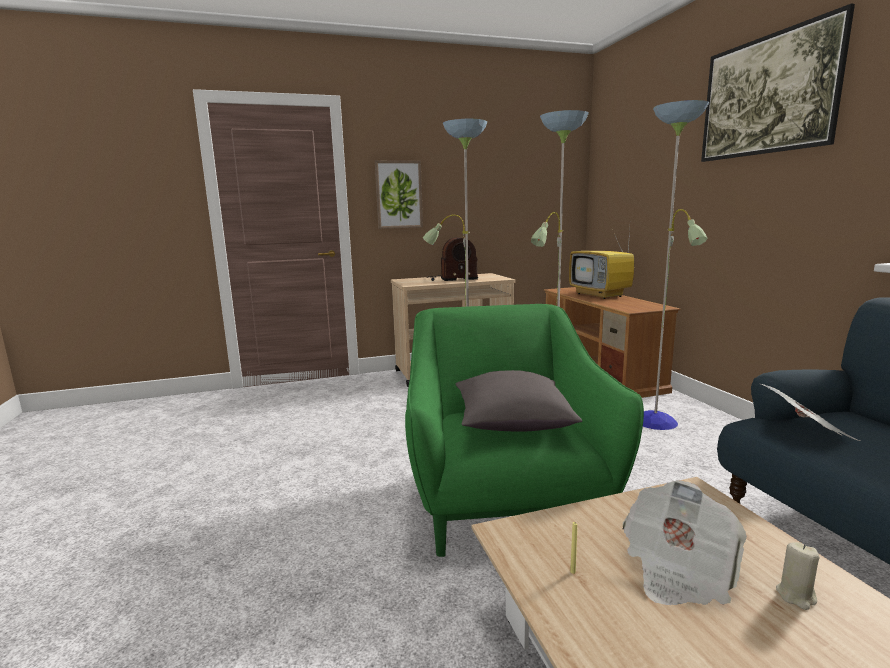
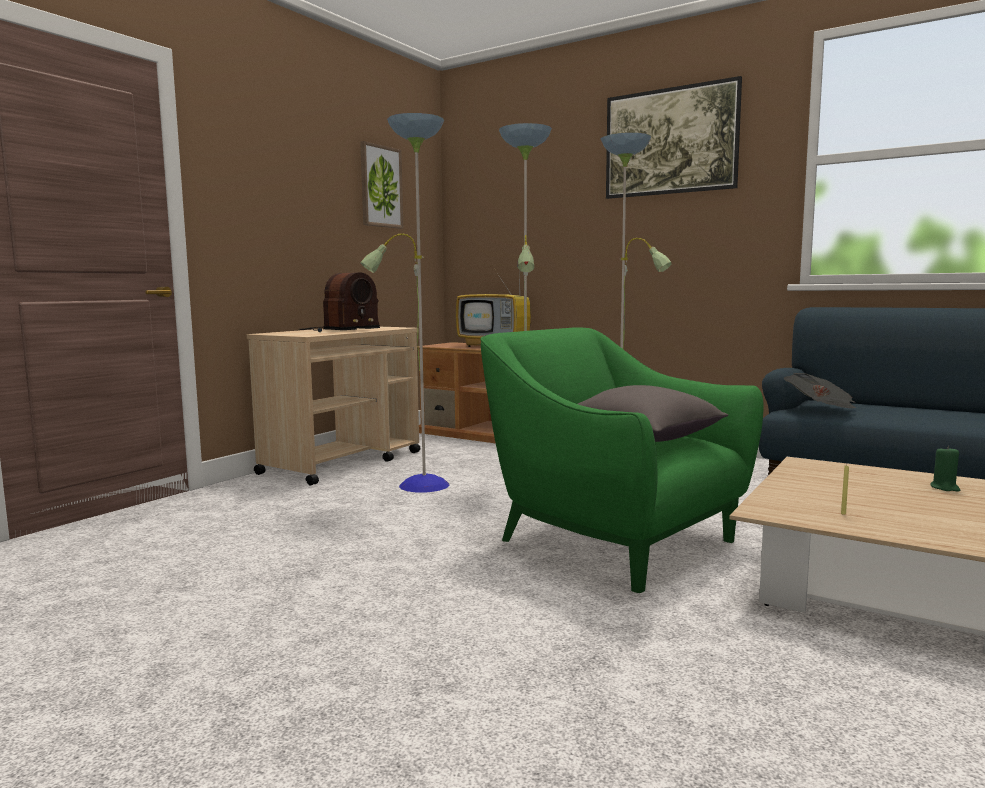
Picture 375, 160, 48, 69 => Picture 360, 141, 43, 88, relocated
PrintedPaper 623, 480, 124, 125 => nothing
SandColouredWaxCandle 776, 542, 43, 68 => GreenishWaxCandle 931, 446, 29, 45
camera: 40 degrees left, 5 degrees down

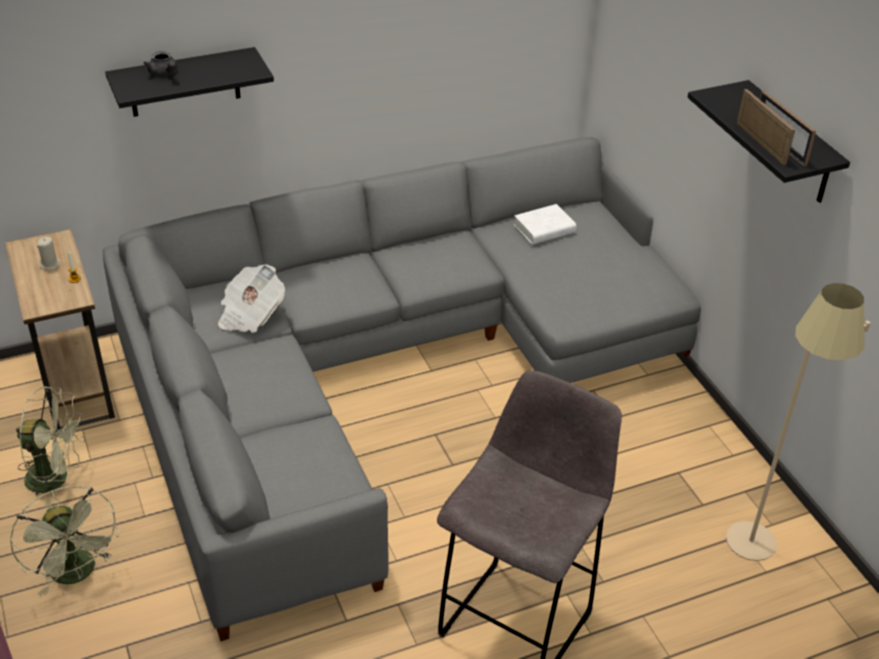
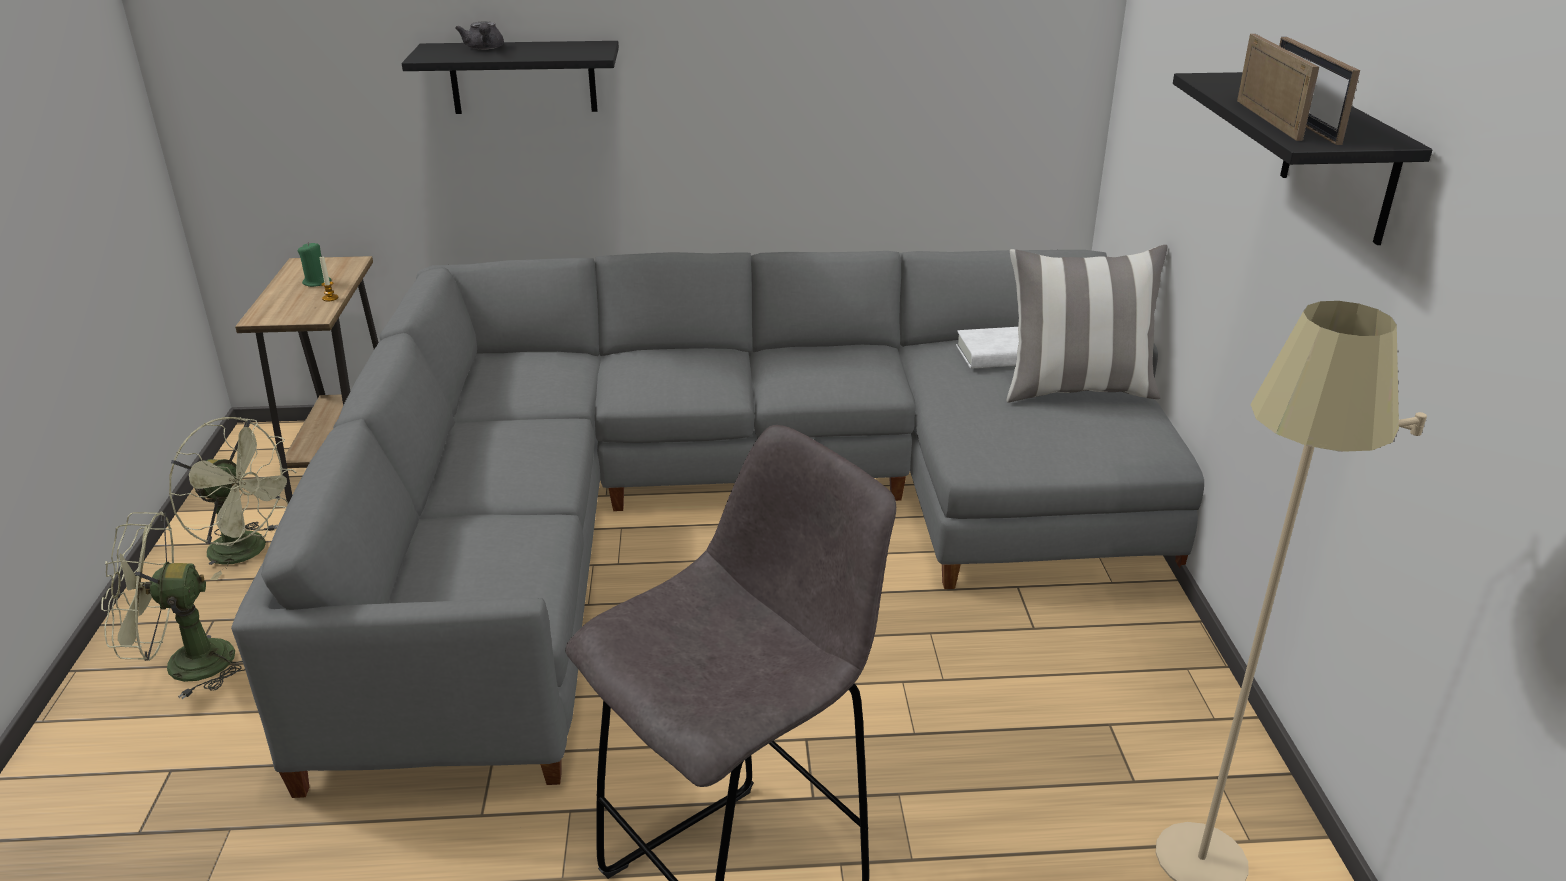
SandColouredWaxCandle 37, 237, 24, 33 => GreenishWaxCandle 298, 242, 33, 45
PrintedPaper 218, 264, 67, 69 => nothing
GreenishElectricFan 10, 486, 110, 110 => GreenishElectricFan 101, 512, 144, 187, 90 degrees clockwise
nothing => ThrowPillow 1007, 245, 160, 158
camera: 20 degrees right, 10 degrees down

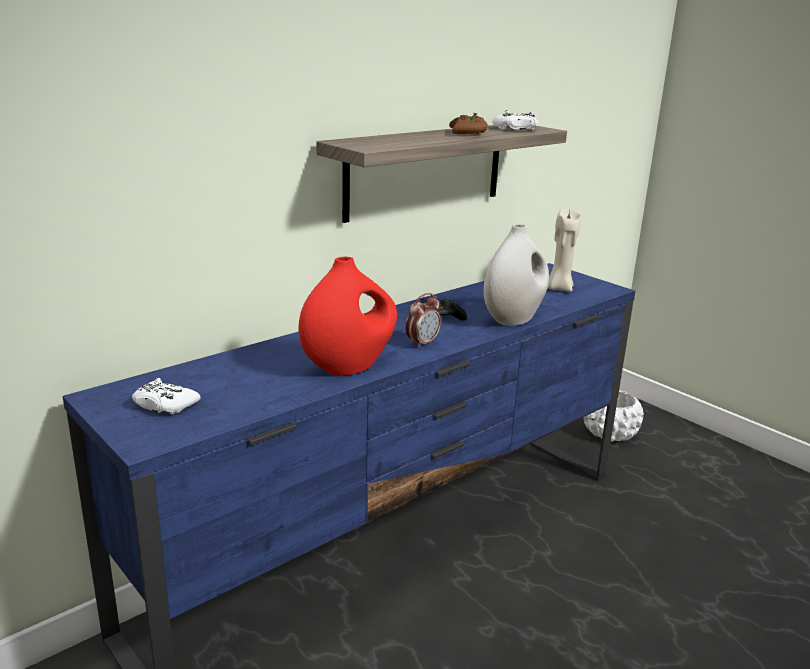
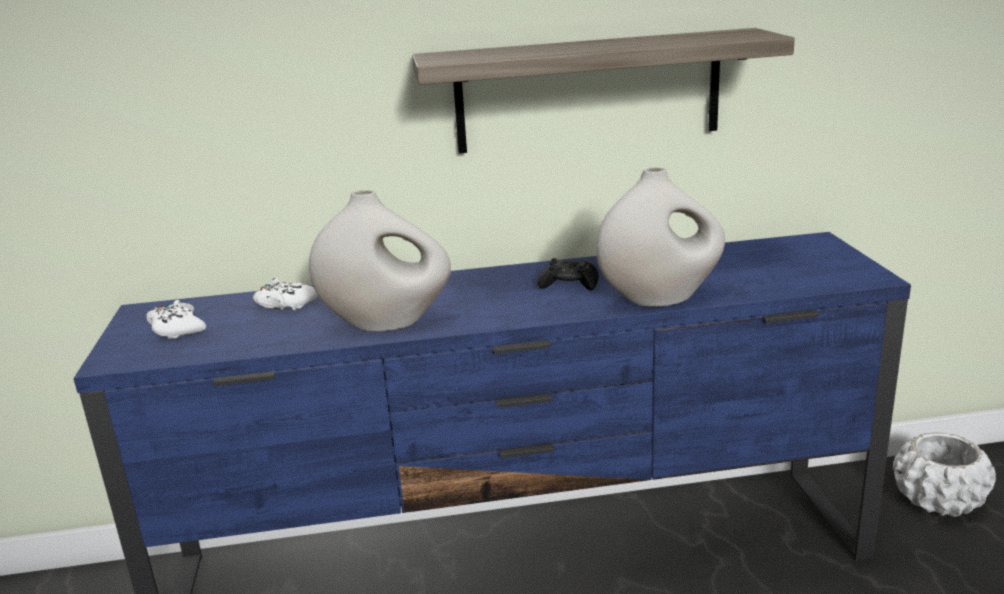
WhitishJoypad 492, 110, 46, 20 => WhitishJoypad 253, 278, 65, 32, relocated
BrownJoypad 449, 113, 39, 23 => nothing
SandColouredWaxCandle 548, 209, 33, 83 => nothing
RedVase 299, 257, 98, 119 => WhitishVase 309, 190, 142, 141
AlarmClock 405, 293, 36, 55 => nothing
camera: 35 degrees right, 0 degrees up

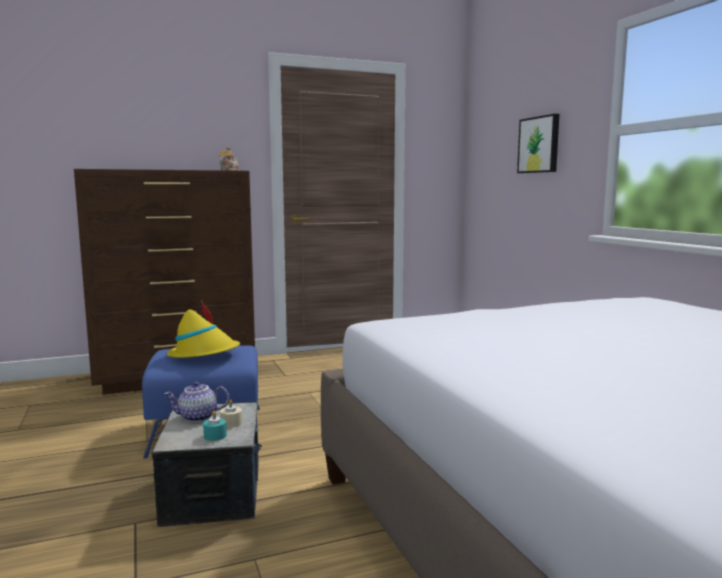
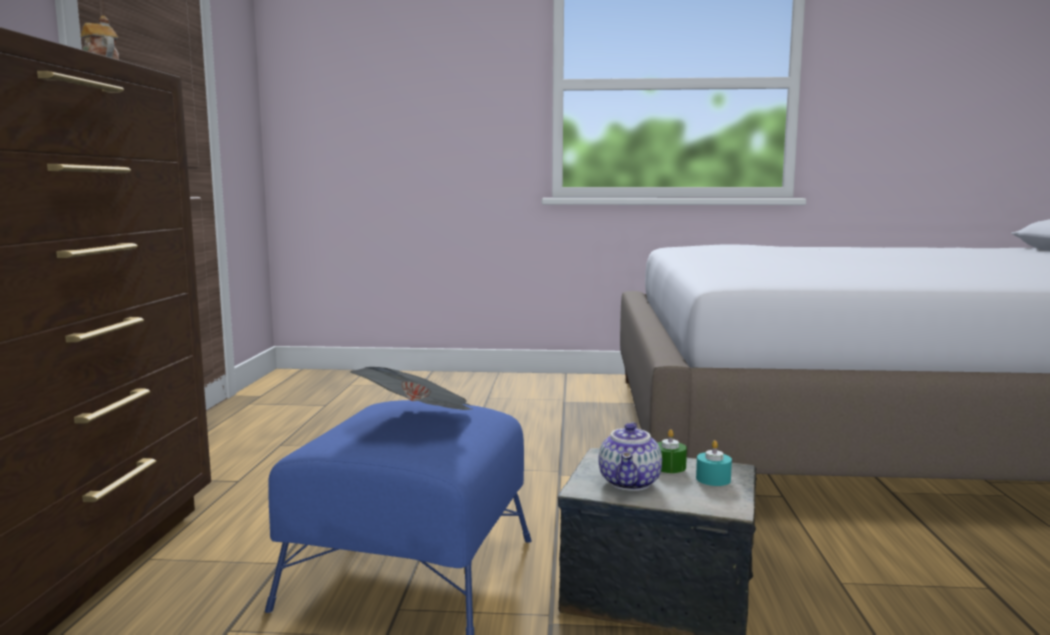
Picture 517, 114, 42, 59 => nothing
YellowishClothingHat 167, 301, 73, 57 => PrintedPaper 350, 367, 122, 43
SandColouredWaxCandle 220, 399, 22, 29 => GreenishWaxCandle 657, 429, 30, 44
camera: 65 degrees left, 0 degrees up

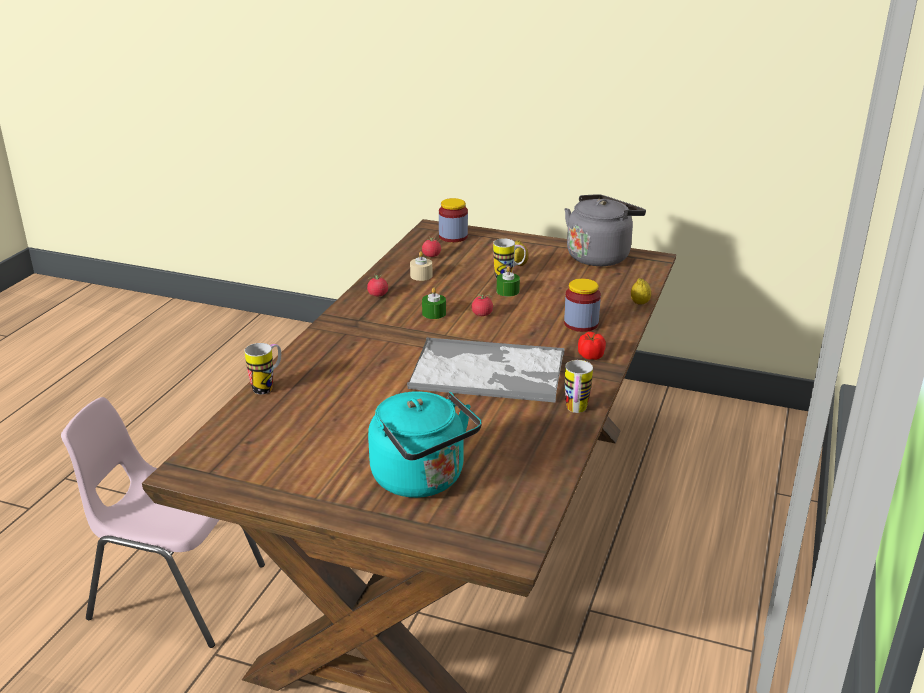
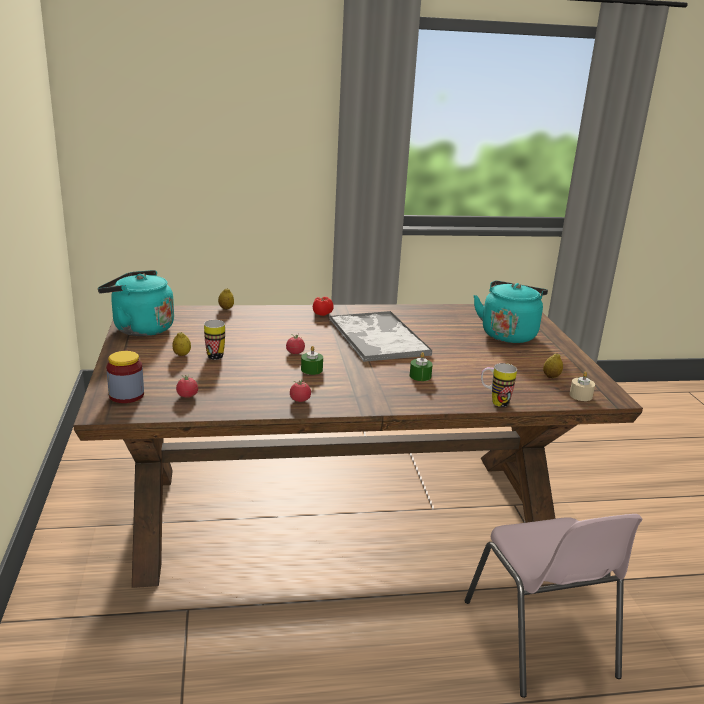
GreyishWaterKettle 564, 194, 82, 72 => TurquoiseWaterKettle 98, 270, 76, 66
SandColouredWaxCandle 410, 251, 23, 30 => SandColouredWaxCandle 570, 371, 25, 30, relocated
GreenishWaxCandle 497, 266, 23, 31 => GreenishWaxCandle 410, 352, 23, 29, relocated
Jar 564, 279, 37, 53 => nothing
Mug 565, 360, 28, 53 => nothing
nothing => WholeLemon 543, 354, 20, 24
camera: 120 degrees left, 5 degrees down

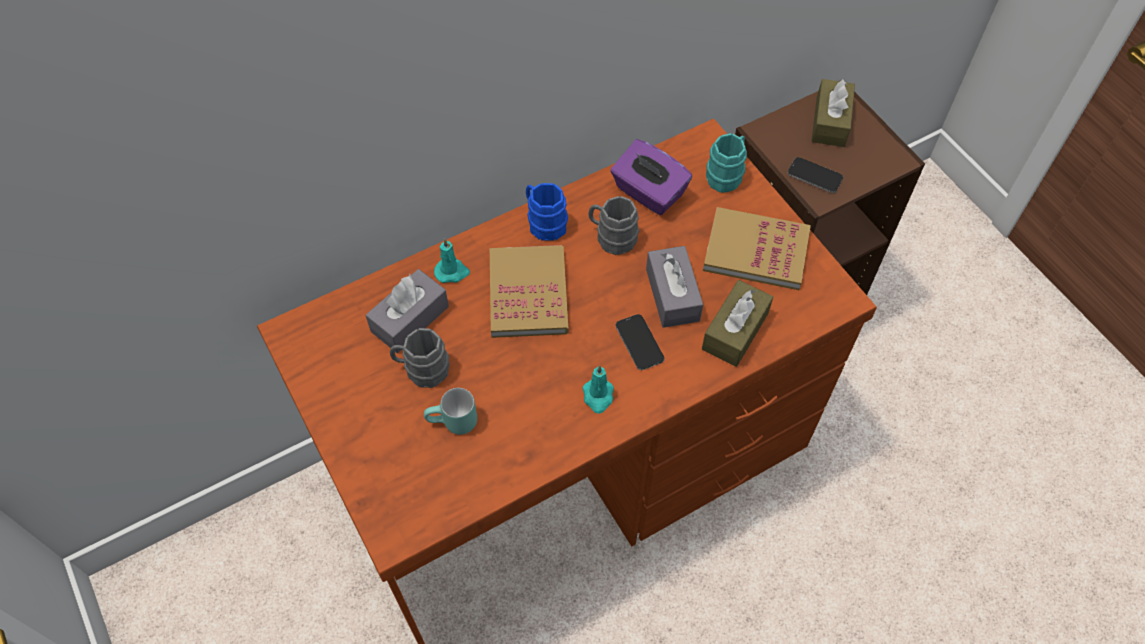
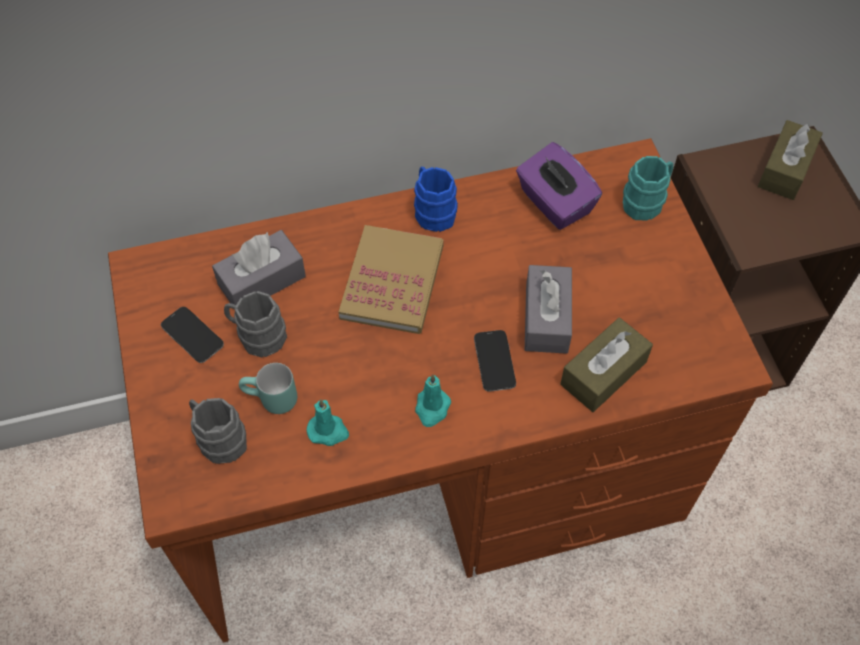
Handset 787, 157, 56, 36 => Handset 161, 307, 63, 56, relocated
GreyishMug 588, 196, 51, 59 => GreyishMug 189, 398, 58, 66, relocated
Volume 703, 207, 108, 83 => nothing
TurquoiseWaxCandle 434, 239, 36, 44 => TurquoiseWaxCandle 307, 399, 42, 47, relocated
camera: 15 degrees right, 0 degrees up

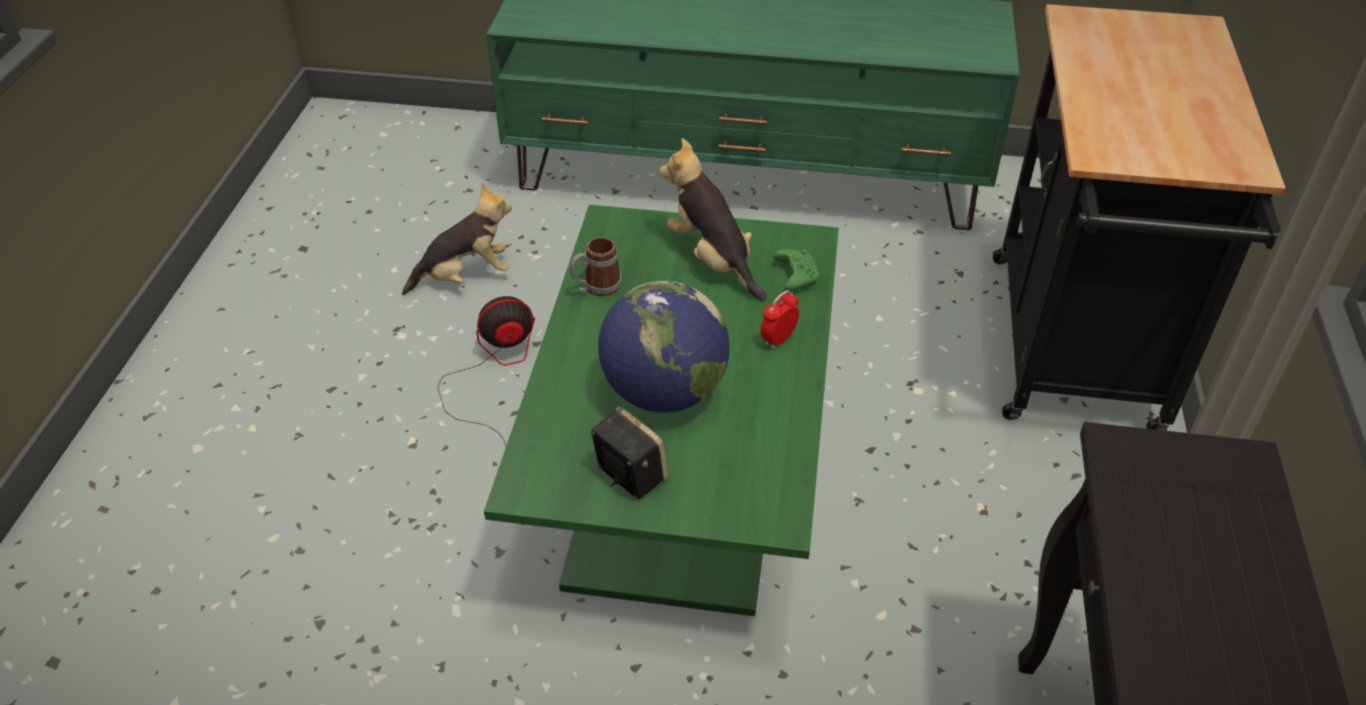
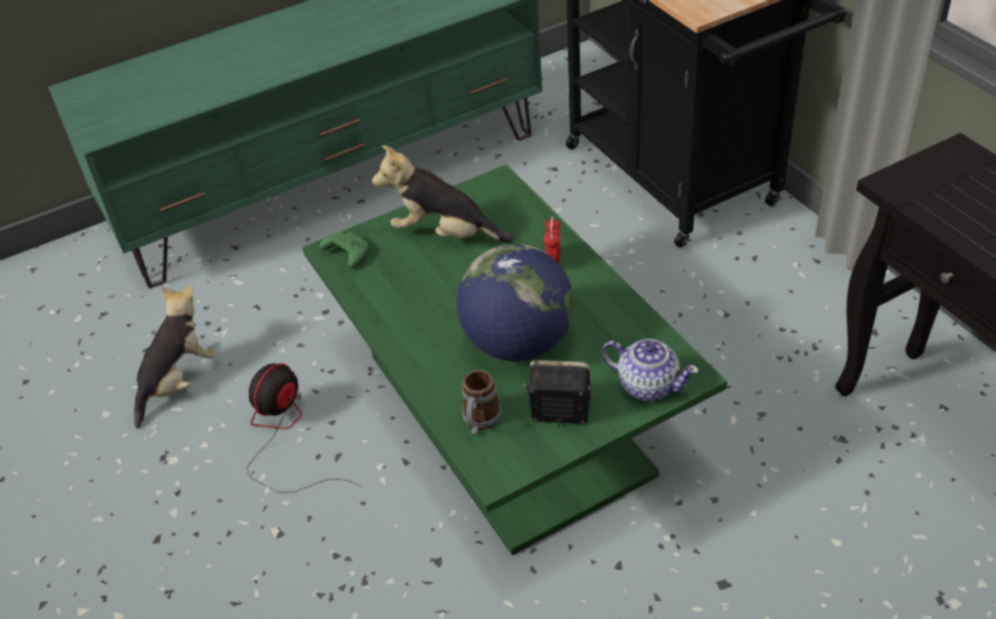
Mug 570, 237, 52, 59 => Mug 462, 370, 39, 65, relocated
GreenishJoypad 773, 249, 46, 43 => GreenishJoypad 320, 229, 48, 39, relocated
nothing => PotForTea 602, 339, 97, 62
camera: 35 degrees left, 0 degrees up

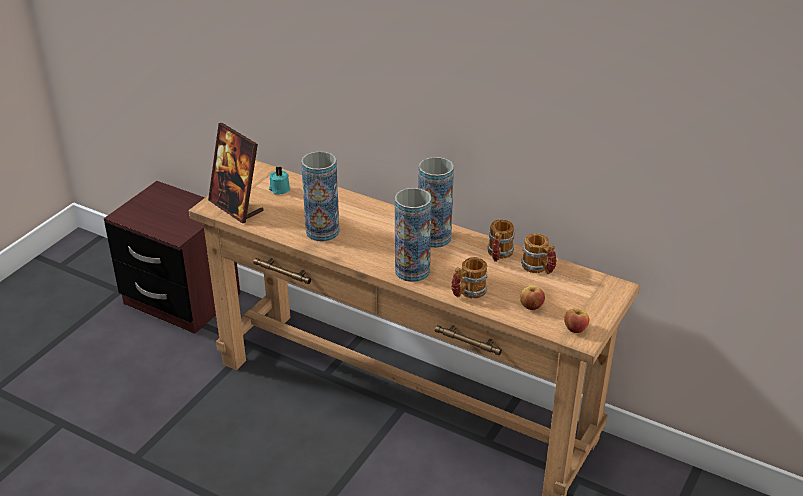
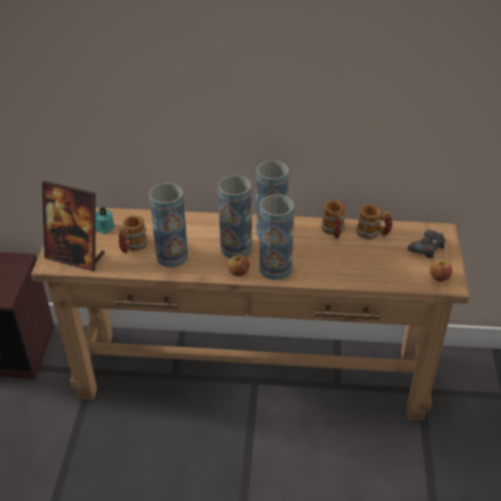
Mug 451, 257, 37, 42 => Mug 119, 215, 29, 38, relocated
AppleFruit 520, 286, 25, 24 => AppleFruit 228, 255, 22, 21, relocated
nothing => Vase 218, 175, 34, 83
nothing => BlackJoypad 408, 230, 38, 28
camera: 25 degrees left, 5 degrees up

